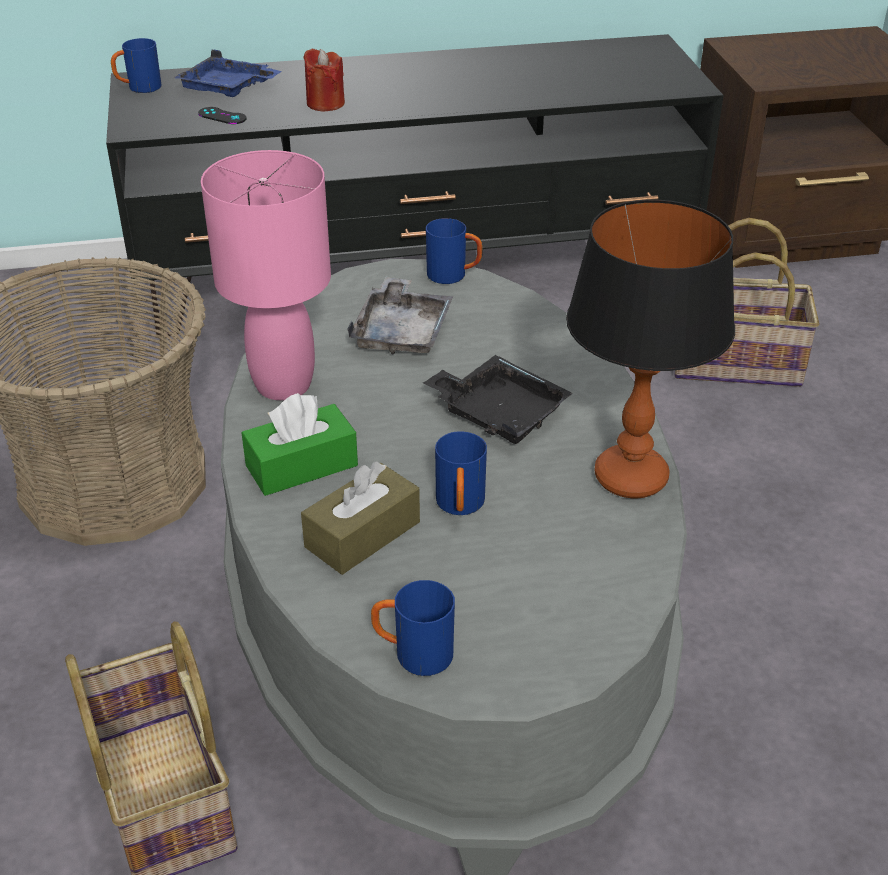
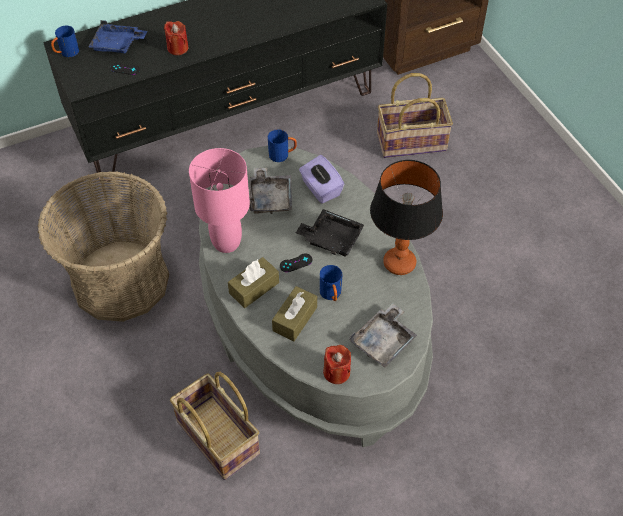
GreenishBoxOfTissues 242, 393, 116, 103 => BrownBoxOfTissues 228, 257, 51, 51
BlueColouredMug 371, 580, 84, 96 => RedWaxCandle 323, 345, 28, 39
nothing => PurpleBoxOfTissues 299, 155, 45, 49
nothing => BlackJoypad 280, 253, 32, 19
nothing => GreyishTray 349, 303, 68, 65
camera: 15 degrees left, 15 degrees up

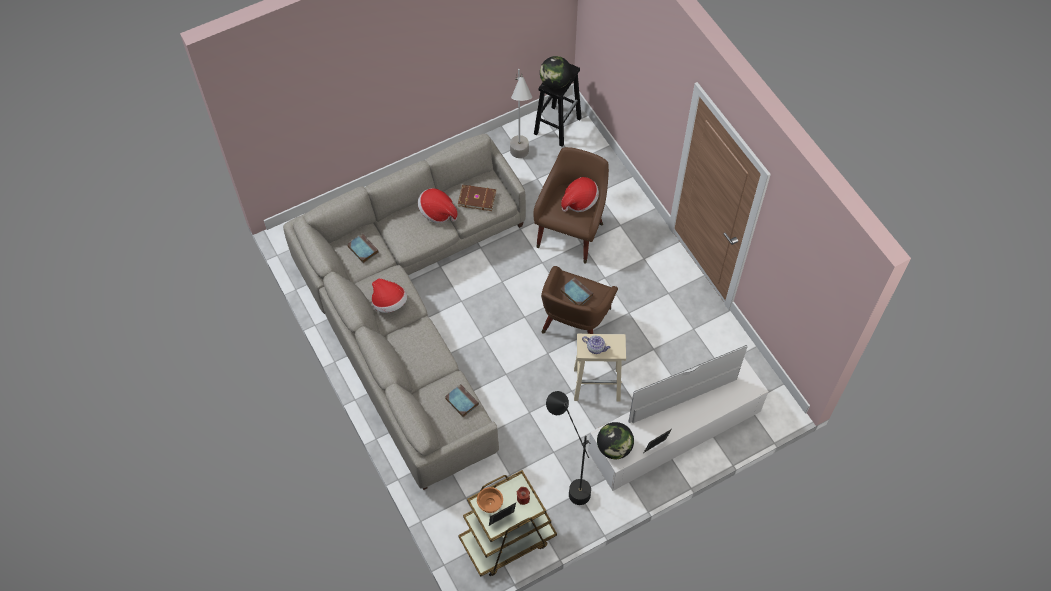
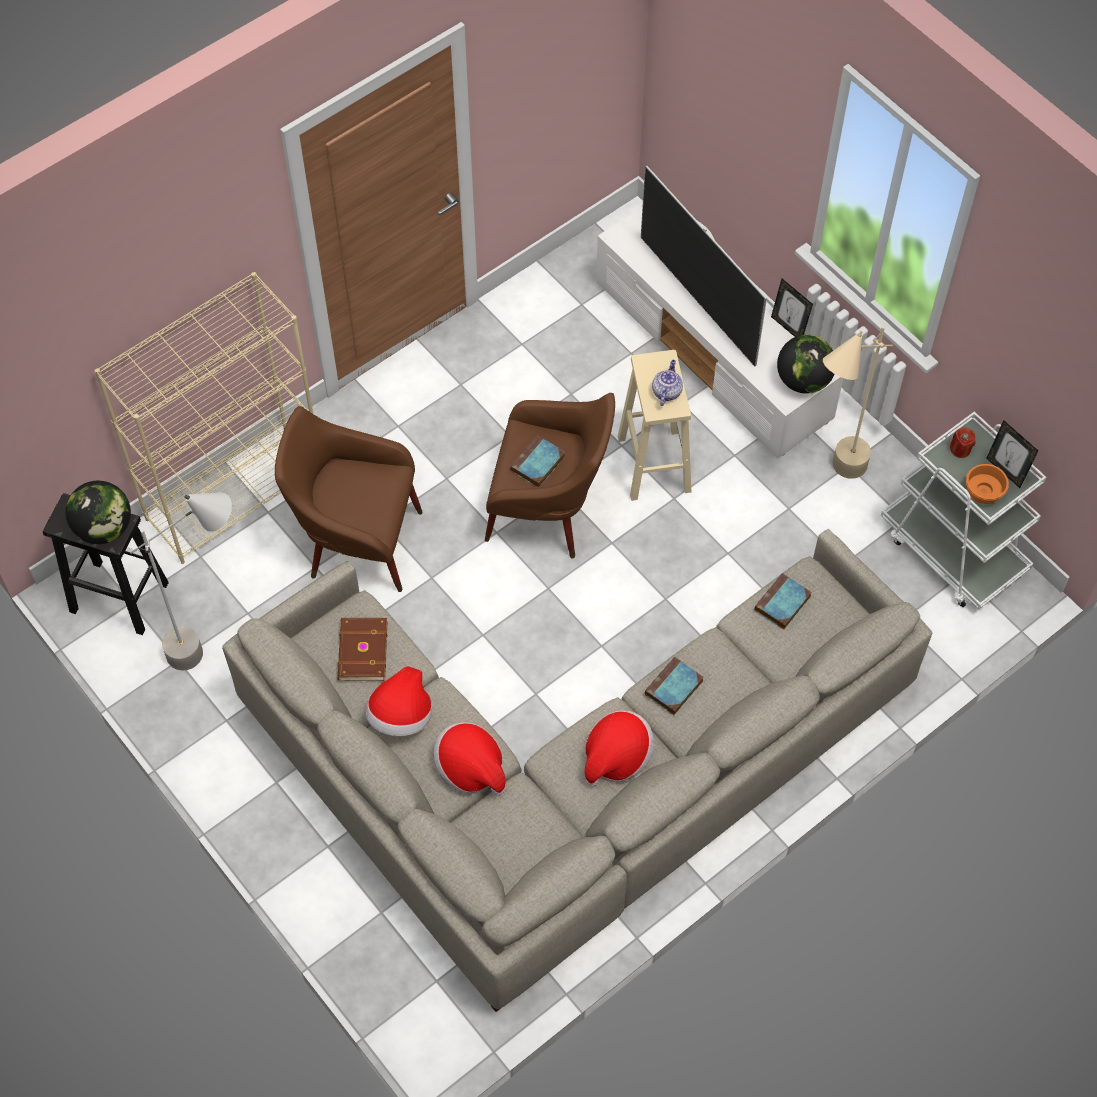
ClothingHat 561, 177, 38, 35 => ClothingHat 434, 722, 72, 74, relocated
Volume 347, 234, 31, 29 => Volume 645, 657, 58, 58, relocated
BlackStandingLamp 546, 391, 45, 114 => SandColouredStandingLamp 823, 326, 70, 153
BrownCart 458, 470, 99, 107 => WhitishCart 880, 412, 166, 198
nothing => SandColouredBookshelf 95, 272, 218, 292
camera: 100 degrees left, 0 degrees up

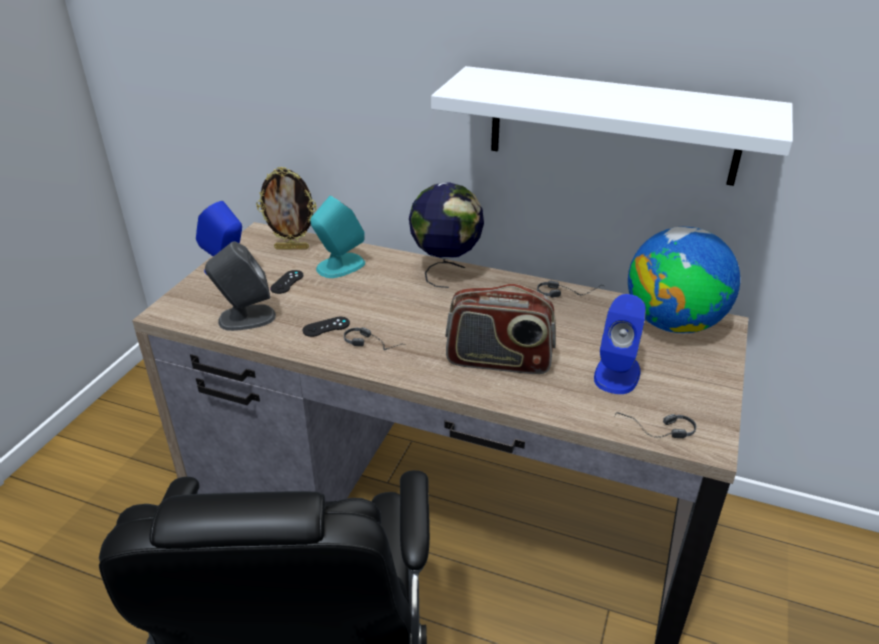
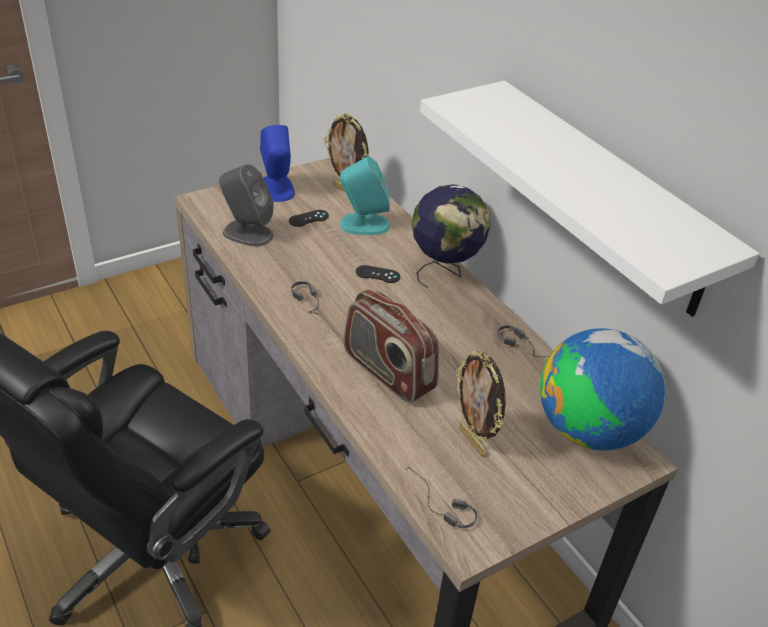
BlueColouredAudioSpeaker 594, 294, 52, 100 => StandingFrame 456, 350, 50, 106
BlackJoypad 303, 317, 47, 20 => BlackJoypad 356, 265, 44, 18, relocated
camera: 35 degrees right, 5 degrees up

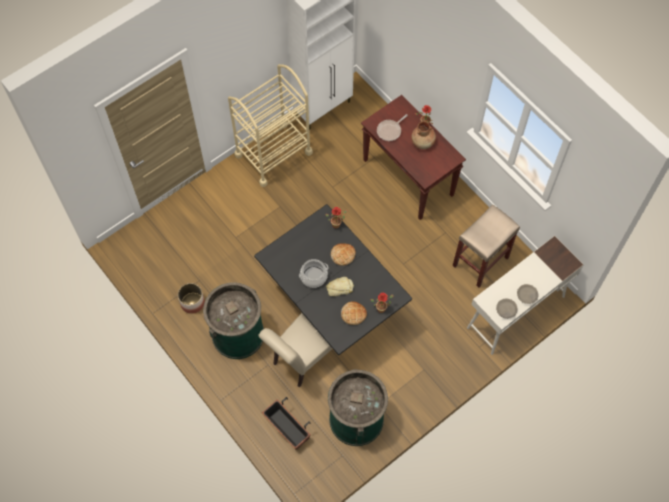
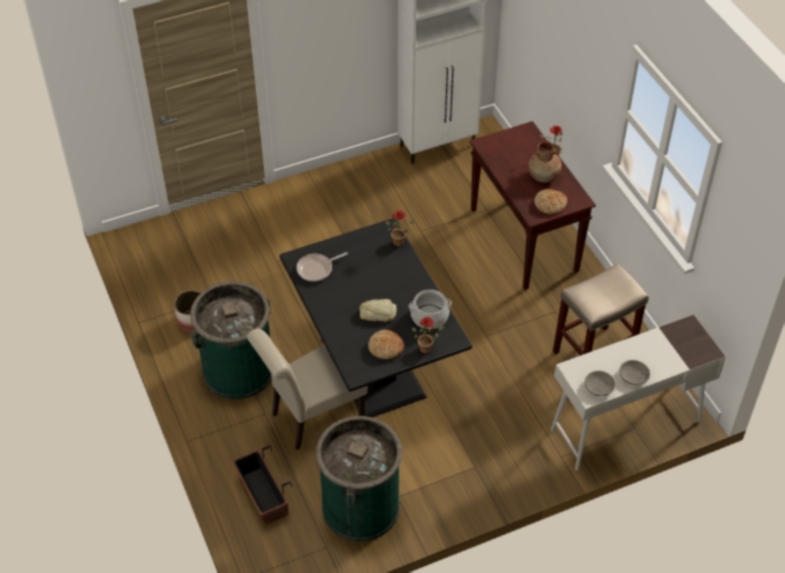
SandColouredCart 228, 64, 85, 123 => nothing
FryingPan 377, 114, 31, 27 => FryingPan 296, 252, 52, 30, relocated
BakedBread 331, 243, 25, 23 => BakedBread 534, 189, 34, 25, relocated
CookingPot 299, 259, 29, 29 => CookingPot 409, 289, 43, 40, relocated
camera: 15 degrees right, 15 degrees down

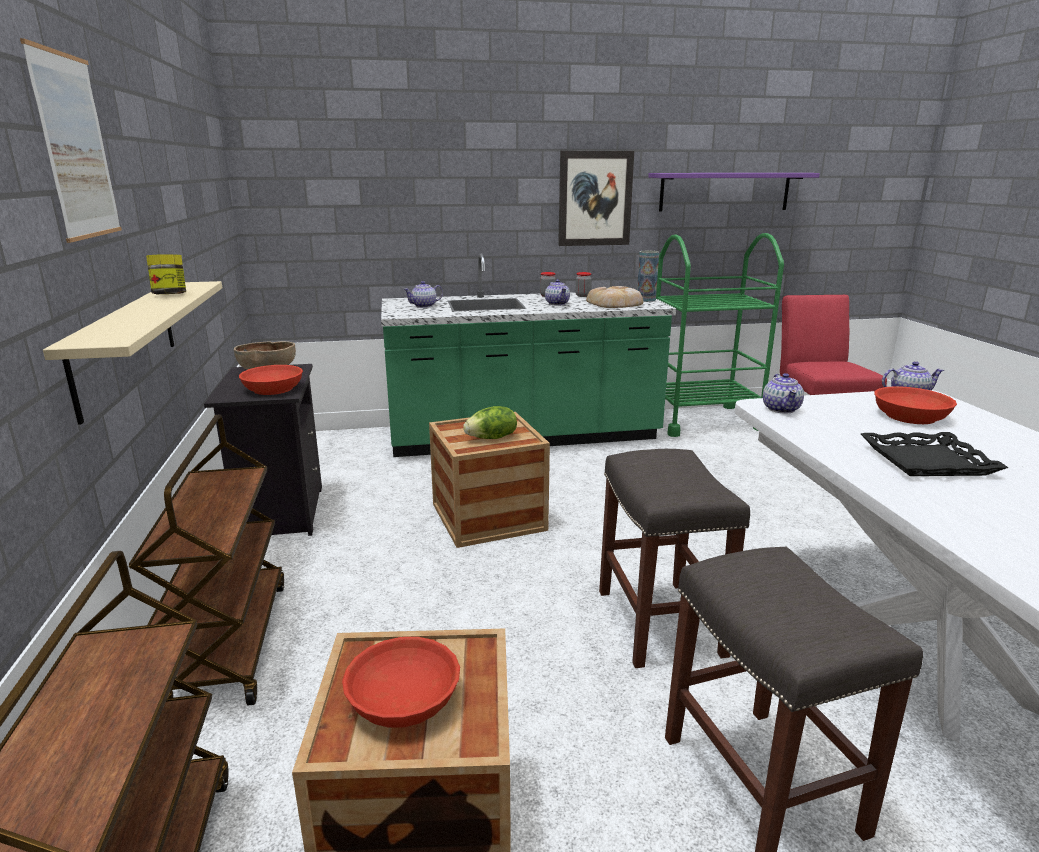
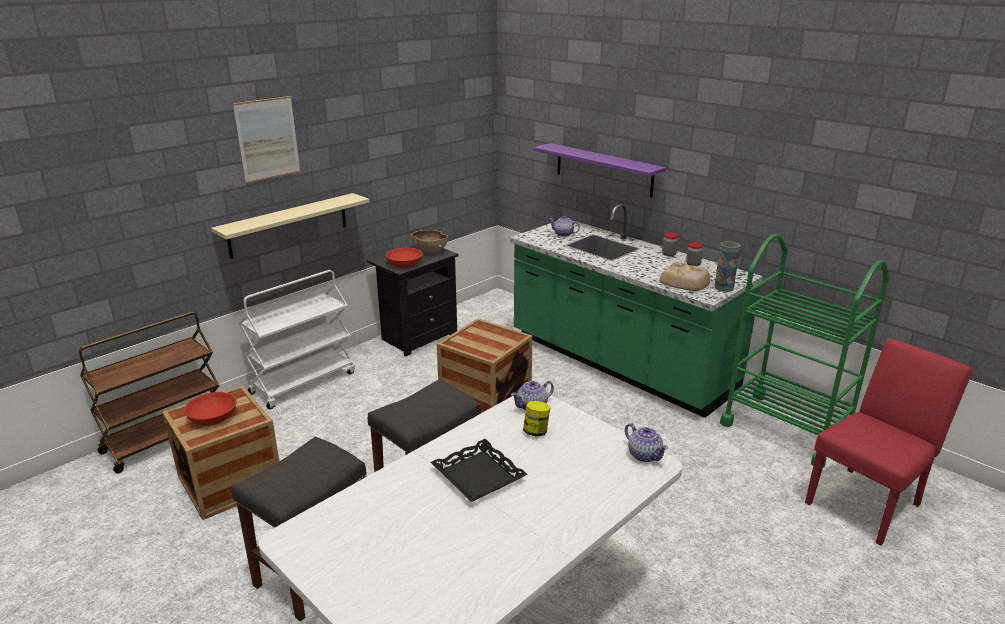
Picture 558, 151, 76, 95 => nothing
PurpleWallShelf 648, 173, 172, 38 => PurpleWallShelf 534, 143, 132, 54, relocated
Jar 146, 254, 40, 40 => Jar 523, 401, 27, 36, relocated
PotForTea 545, 279, 25, 27 => nothing
RedBowl 874, 386, 83, 38 => nothing
Lettuce 463, 406, 54, 33 => nothing
BrownCart 129, 414, 155, 292 => WhitishCart 239, 270, 116, 139
camera: 55 degrees right, 5 degrees up

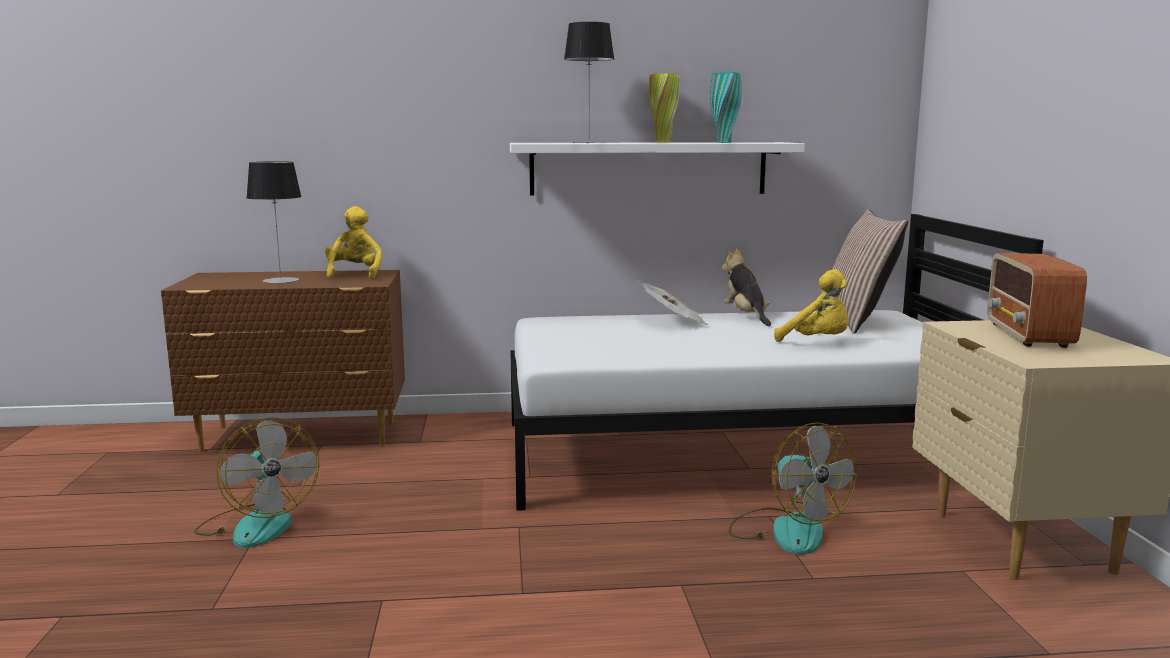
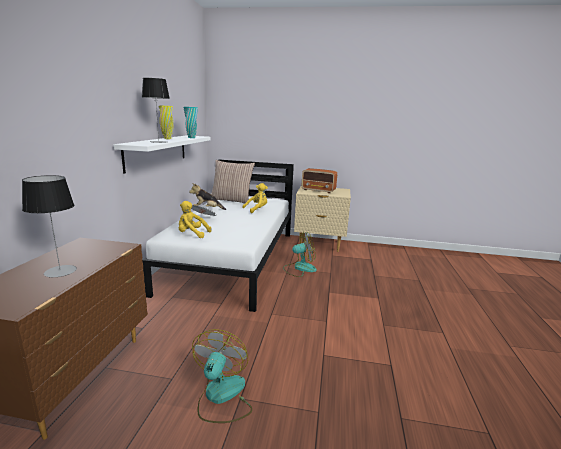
YellowishCuddlyToy 325, 206, 58, 73 => YellowishCuddlyToy 179, 201, 32, 37, relocated
ElectricFan 194, 417, 125, 131 => ElectricFan 192, 329, 60, 94, 60 degrees counterclockwise
camera: 75 degrees left, 5 degrees up

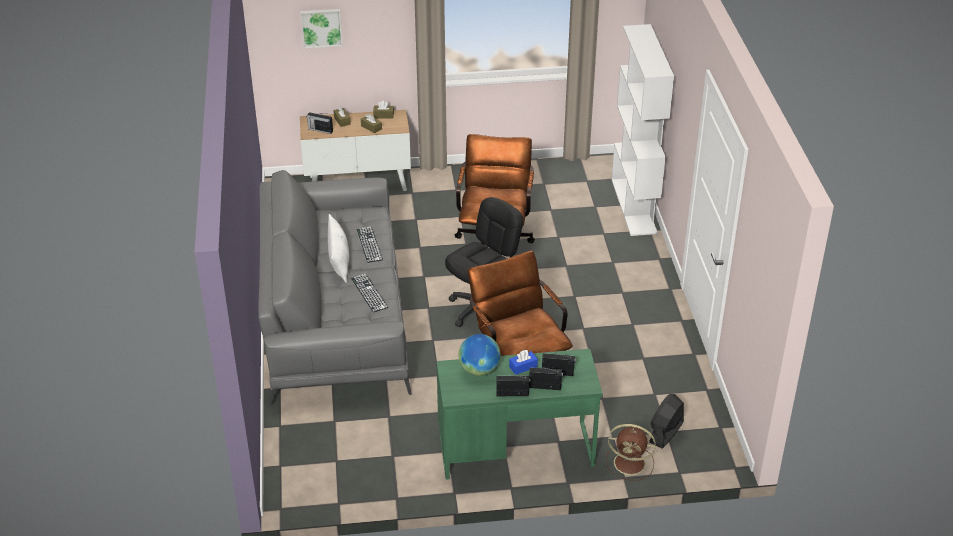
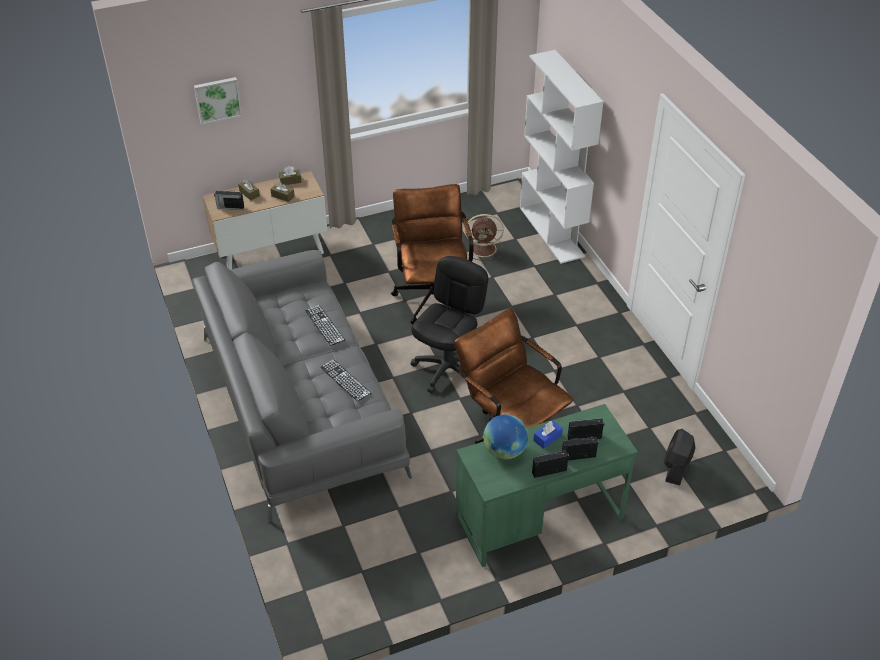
WhitishThrowPillow 328, 214, 21, 69 => nothing
BrownElectricFan 606, 424, 50, 57 => BrownElectricFan 464, 214, 40, 47, relocated
camera: 15 degrees left, 5 degrees up

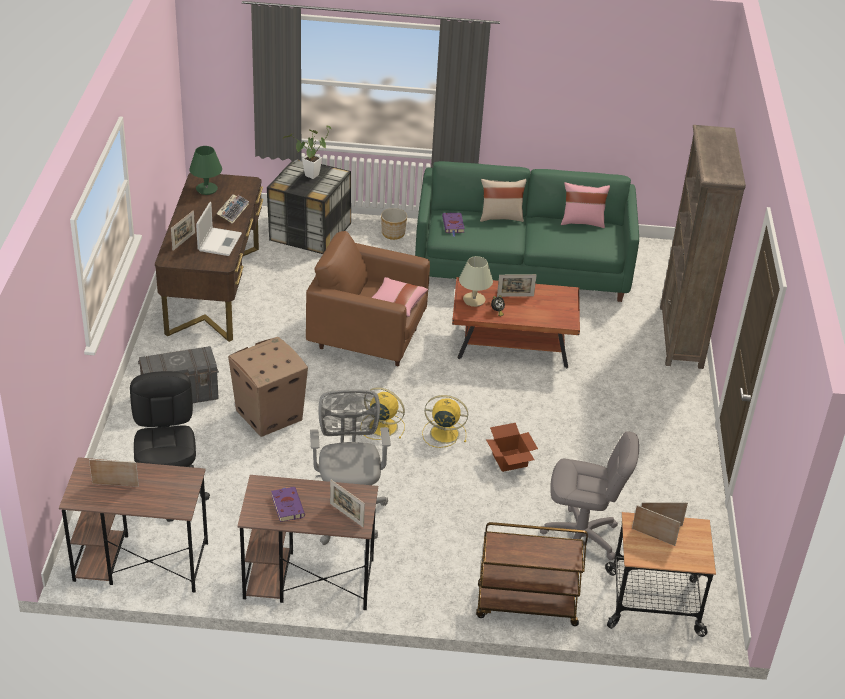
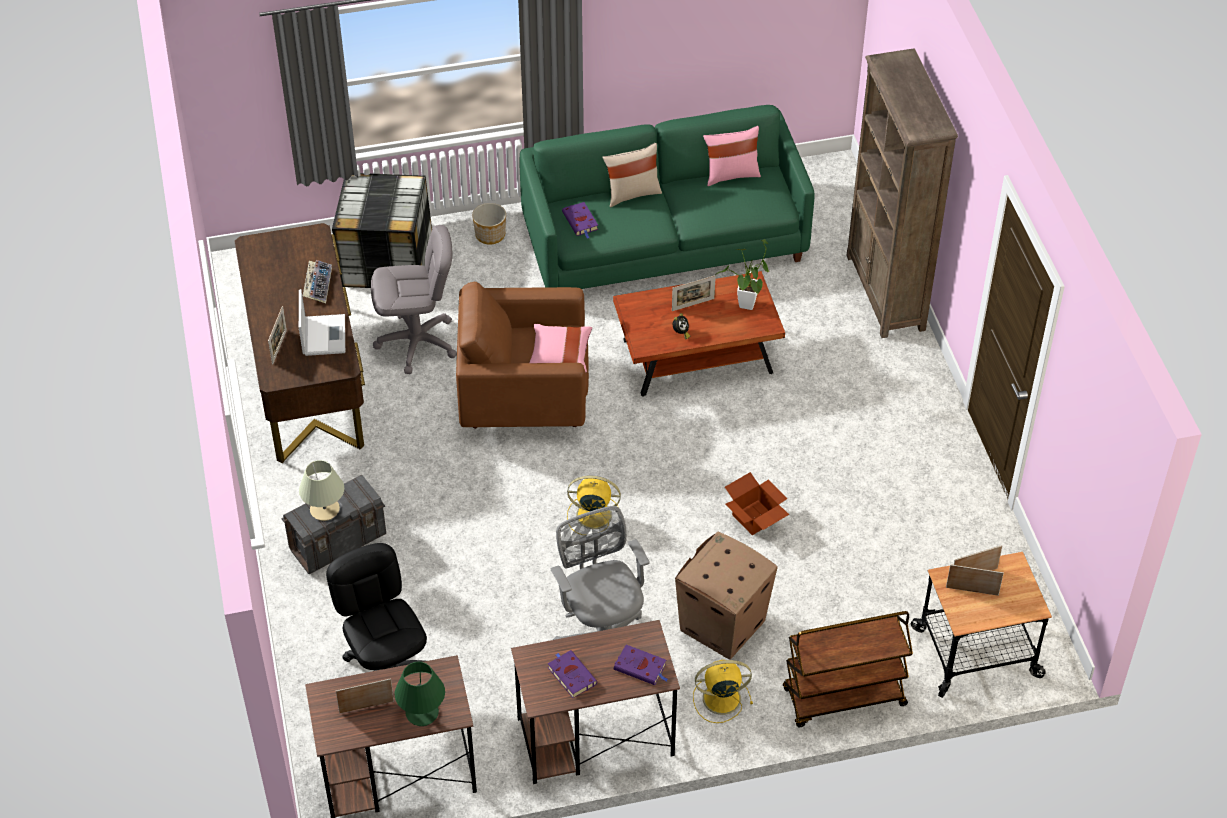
Houseplant 283, 125, 48, 54 => Houseplant 716, 239, 53, 71, relocated
GreenishLampForATable 189, 146, 33, 49 => GreenishLampForATable 395, 662, 50, 64, relocated
SandColouredLampForATable 459, 256, 34, 51 => SandColouredLampForATable 299, 460, 45, 61, relocated
PackingBox 228, 337, 80, 100 => PackingBox 675, 532, 103, 128, relocated
YellowishElectricFan 422, 395, 46, 53 => YellowishElectricFan 693, 660, 60, 63, relocated
GreyishDeskChair 540, 432, 99, 128 => GreyishDeskChair 371, 225, 86, 149, relocated
StandingFrame 330, 480, 35, 48 => PurpleVolume 614, 645, 54, 40
camera: 15 degrees left, 10 degrees up

